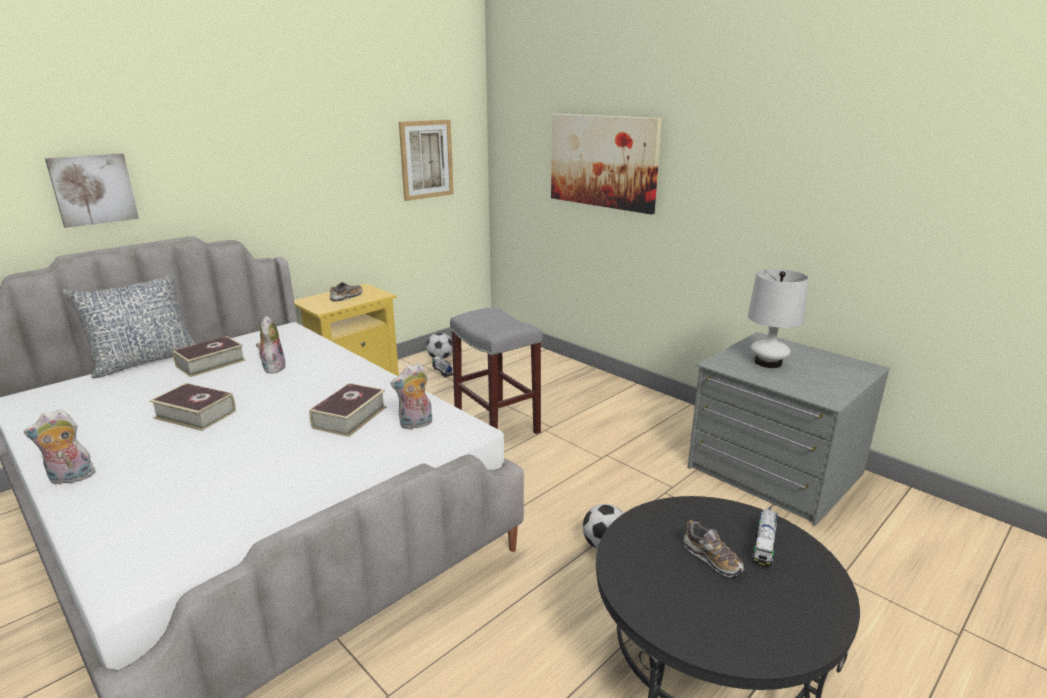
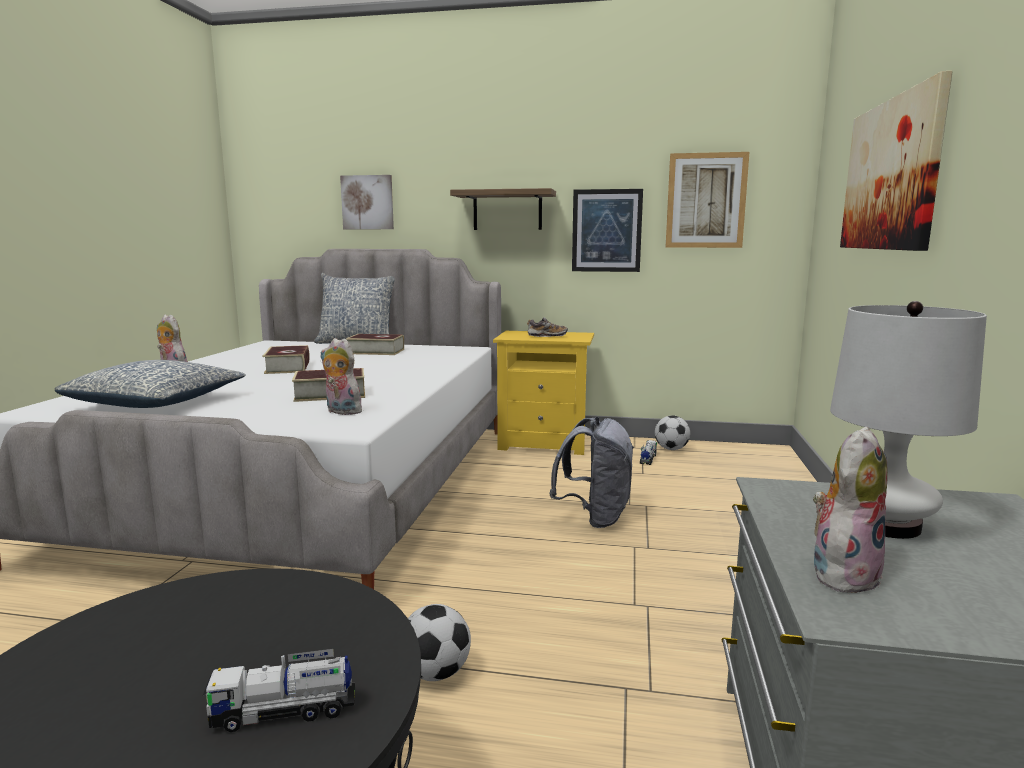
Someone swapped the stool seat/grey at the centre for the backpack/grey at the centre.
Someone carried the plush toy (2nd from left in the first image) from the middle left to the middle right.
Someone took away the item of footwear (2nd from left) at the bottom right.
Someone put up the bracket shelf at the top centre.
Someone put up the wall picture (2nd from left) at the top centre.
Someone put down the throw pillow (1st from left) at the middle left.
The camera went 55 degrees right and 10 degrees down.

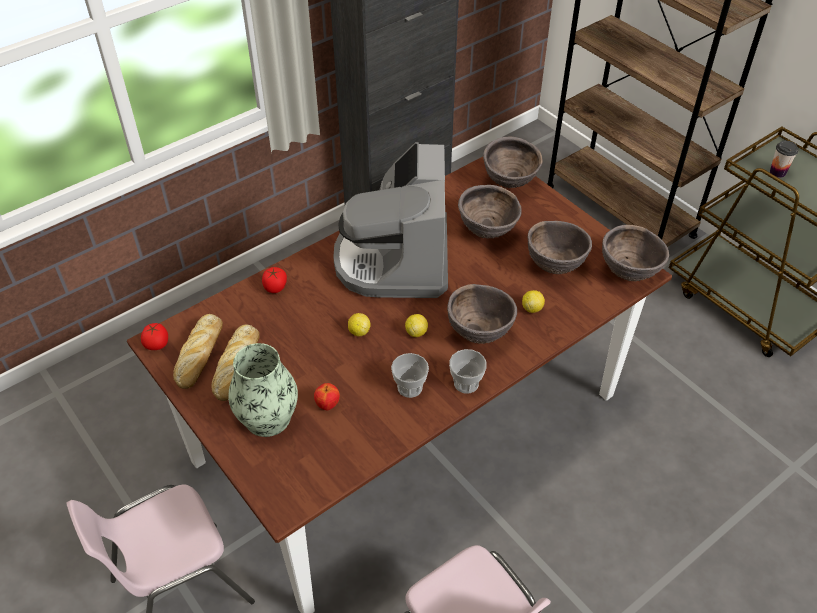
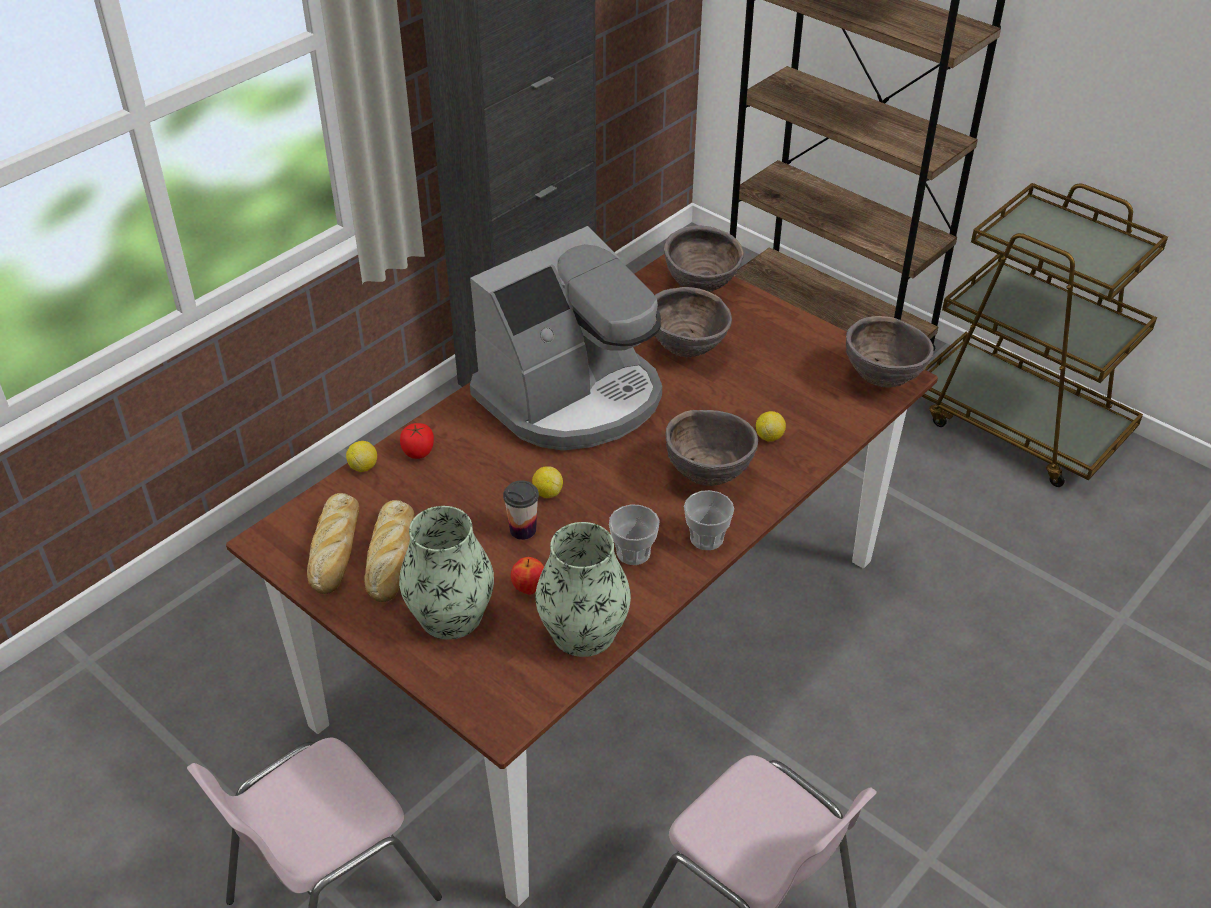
Someone carried the small cup (3rd from left in the first image) from the top right to the centre.
Someone rotated the coffee machine at the centre by 120 degrees counterclockwise.
Someone took away the serving bowl/brownish (4th from left) at the middle right.
Someone carried the whole lemon (2nd from left in the first image) from the centre to the middle left.
Someone took away the fresh tomato (1st from left) at the middle left.
Someone put down the flower vase (2nd from left) at the centre.
The camera went 10 degrees left and 5 degrees down.

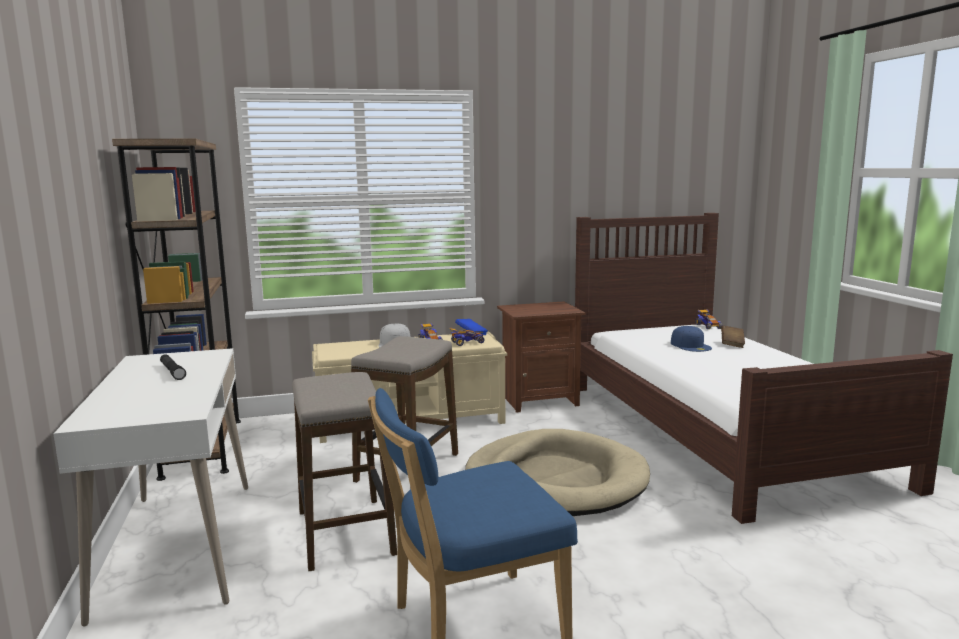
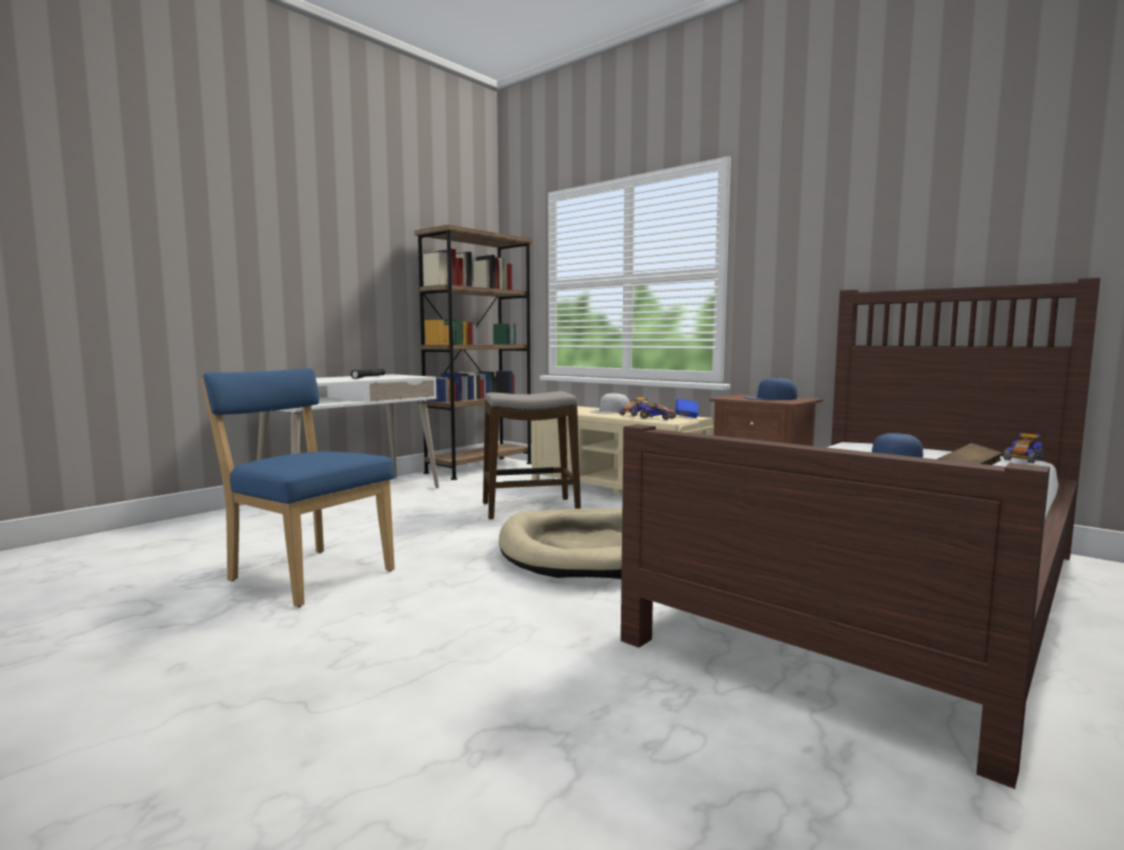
Someone took away the stool seat (1st from left) at the bottom centre.
Someone put down the cap/blue-coloured (1st from left) at the middle right.
The camera went 55 degrees right and 5 degrees down.

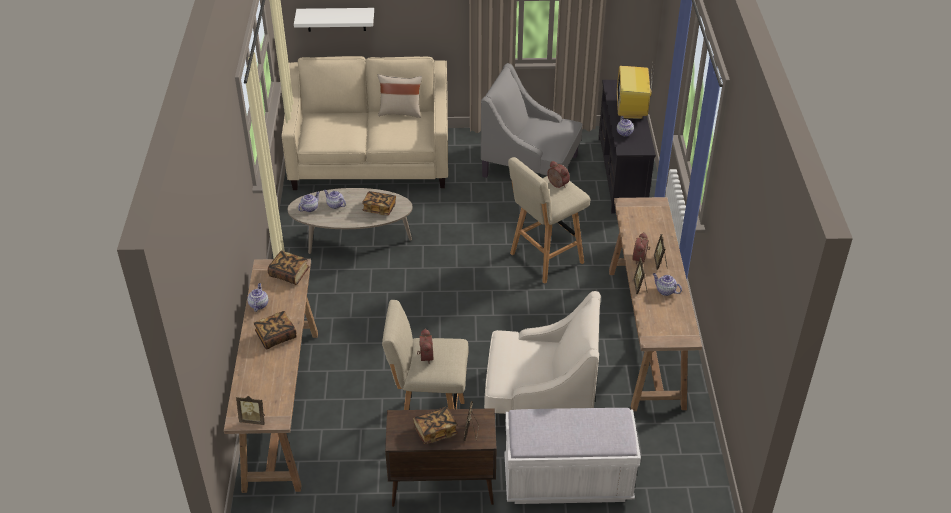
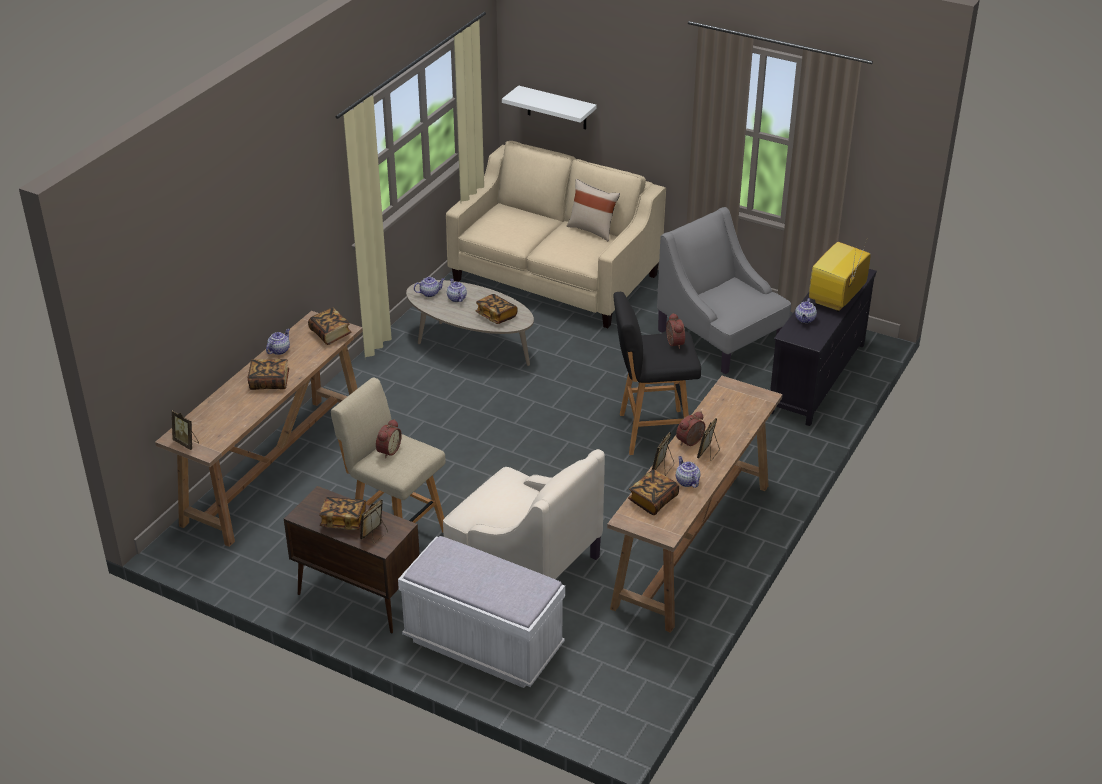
Someone repainted the stool seat/beige-coloured (2nd from left) at the centre, which became the stool seat/blackish at the centre.
Someone put down the bound book (5th from left) at the centre.
The camera went 30 degrees right and 5 degrees down.

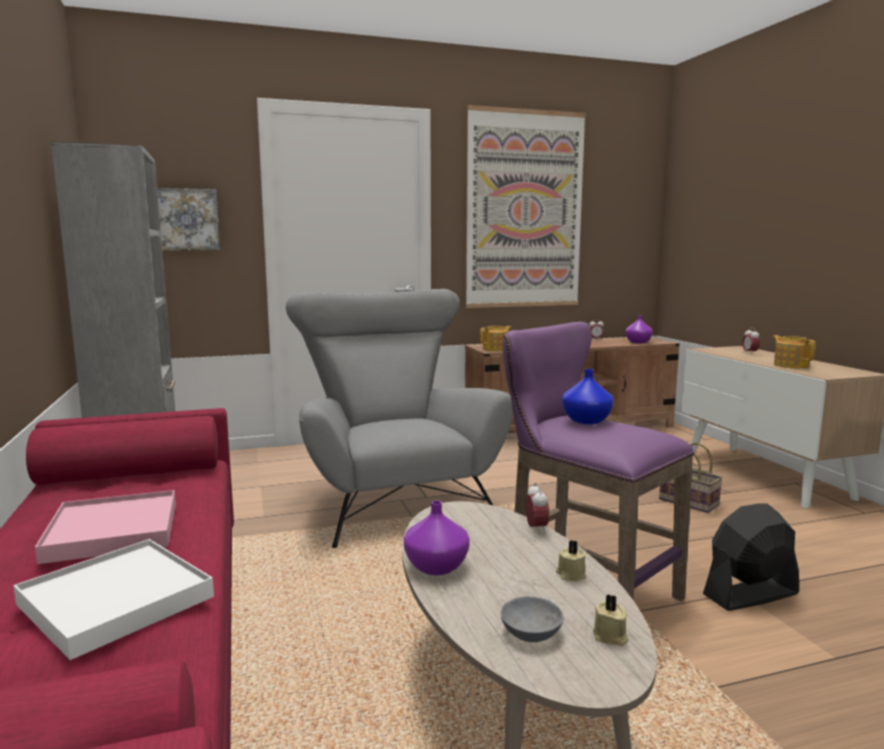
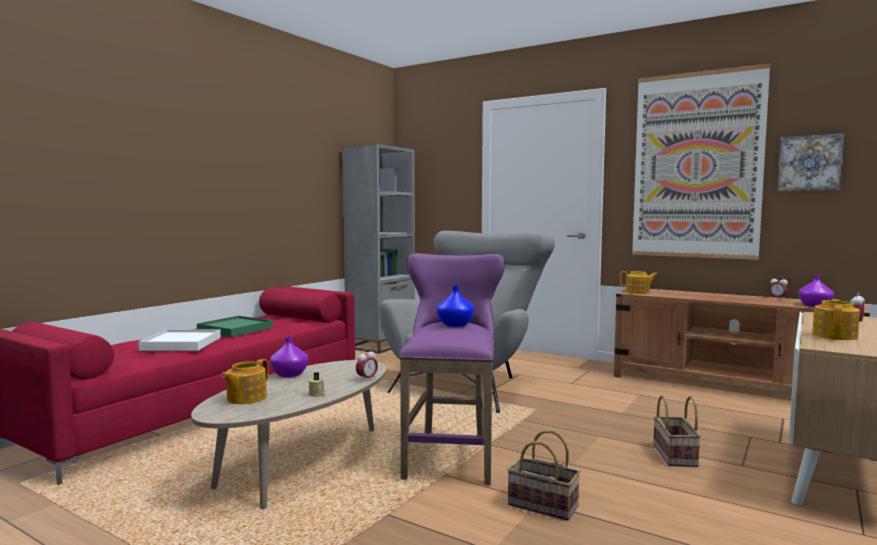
Someone carried the wall picture (1st from left in the first image) from the top left to the top right.
Someone repainted the carrying tray/pink-coloured at the bottom left, which became the carrying tray/greenish at the middle left.
Someone swapped the cooling fan/blackish at the bottom right for the household basket (1st from left) at the bottom centre.
Someone took away the candle/beige-coloured (2nd from left) at the bottom right.
Someone swapped the serving bowl/grey at the bottom centre for the teapot (1st from left) at the bottom left.
The camera went 50 degrees right and 5 degrees down.

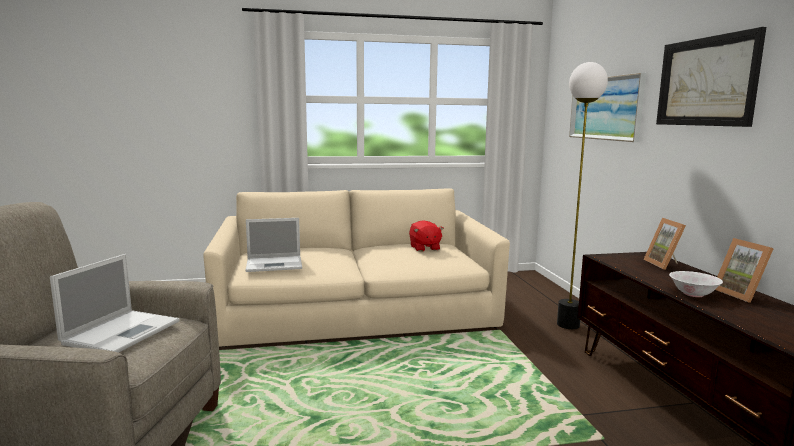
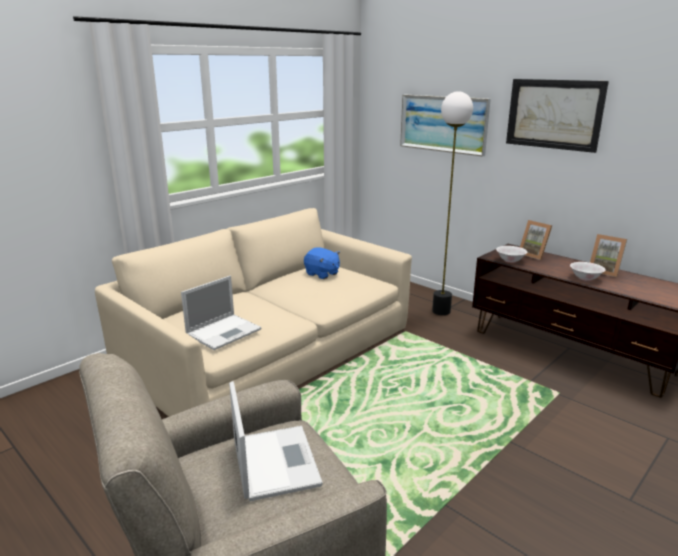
Someone repainted the plush toy/red at the centre, which became the plush toy/blue-coloured at the centre.
Someone put down the serving bowl/white (1st from left) at the middle right.
The camera went 35 degrees left and 10 degrees up.

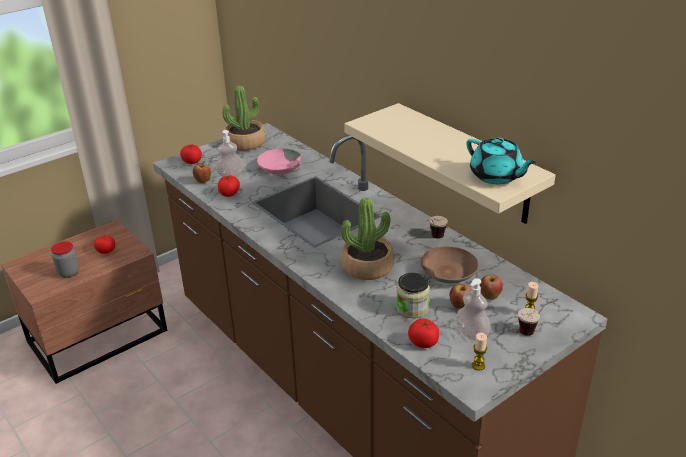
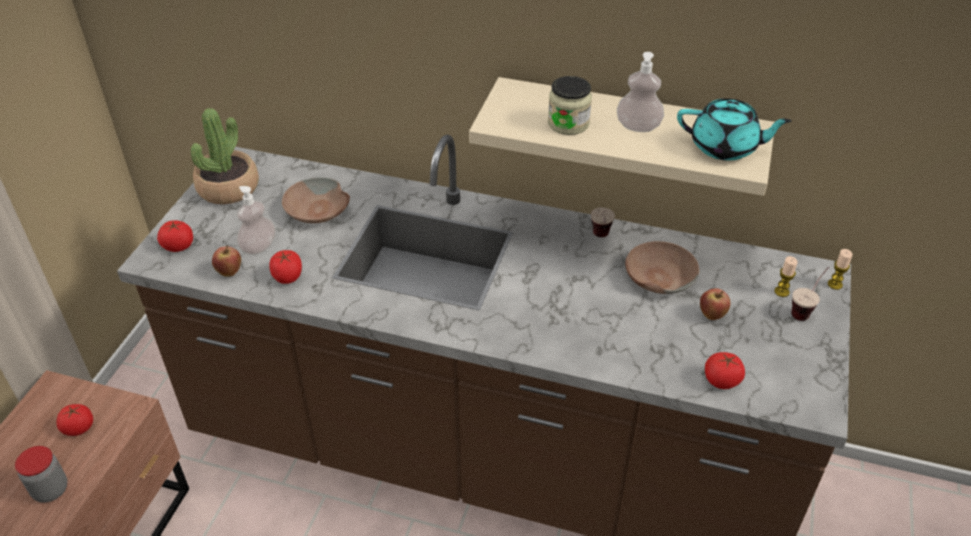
Someone repainted the serving bowl/pink-coloured at the centre, which became the serving bowl/brownish (1st from left) at the middle left.
Someone took away the potted plant (2nd from left) at the centre.
Someone carried the preserve jar (2nd from left) from the centre to the top centre.
Someone took away the whole apple (3rd from left) at the middle right.
Someone carried the soap dispenser (2nd from left) from the bottom right to the top centre.
Someone carried the candle (1st from left in the first image) from the bottom right to the middle right.
The camera went 35 degrees left and 10 degrees up.

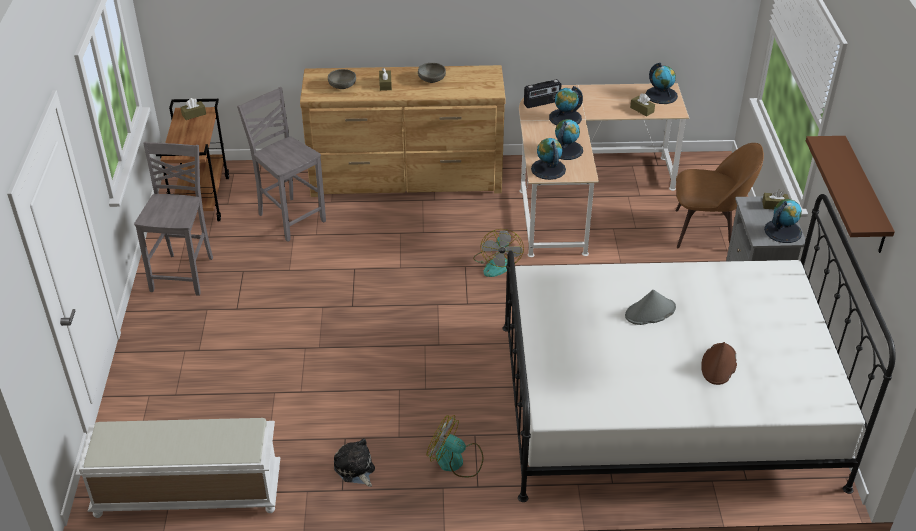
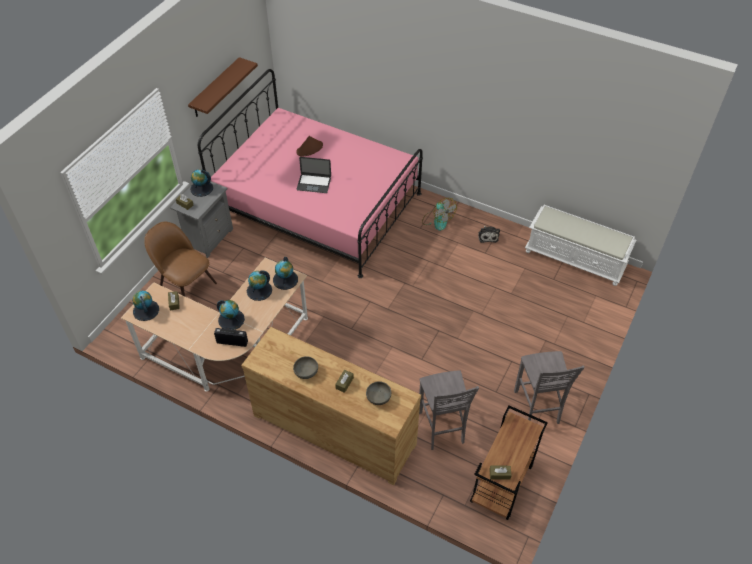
Someone rotated the chair/grey (1st from left in the first image) at the middle left by 45 degrees counterclockwise.
Someone repainted the bedroom bed/white at the middle right, which became the bedroom bed/pink-coloured at the top centre.
Someone took away the cooling fan (2nd from left) at the centre.
Someone swapped the clothing hat/grey at the middle right for the portable computer at the top centre.
The camera went 150 degrees left and 10 degrees up.

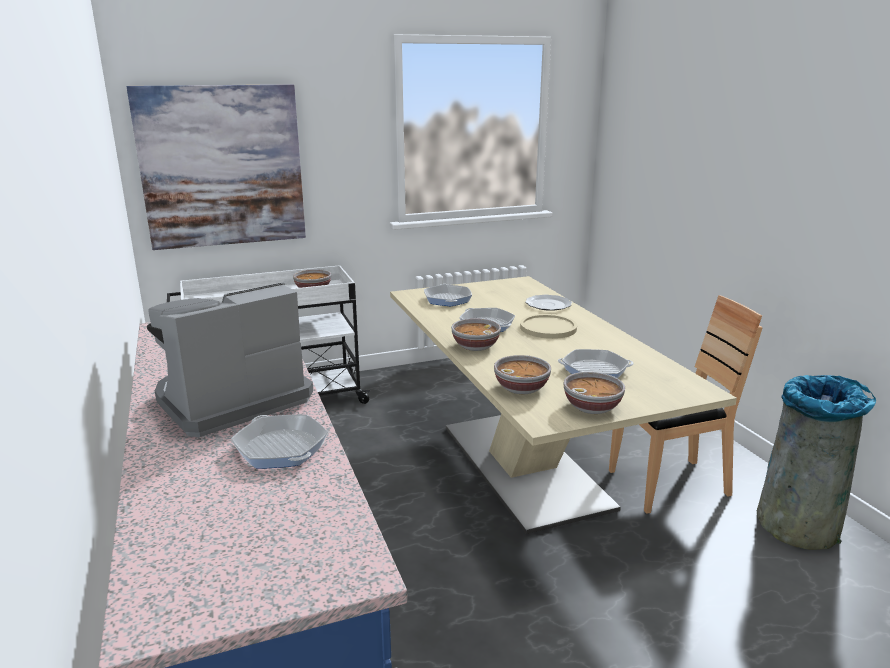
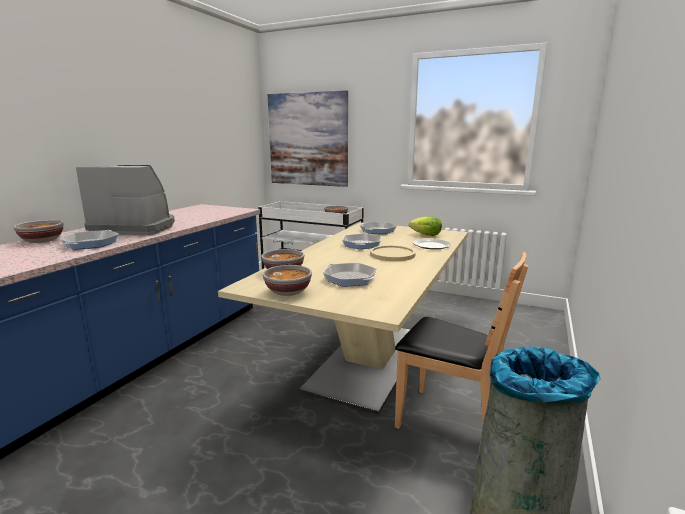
Someone carried the serving bowl (2nd from left in the first image) from the centre to the middle left.
Someone put down the lettuce at the centre.
The camera went 45 degrees right and 5 degrees down.

